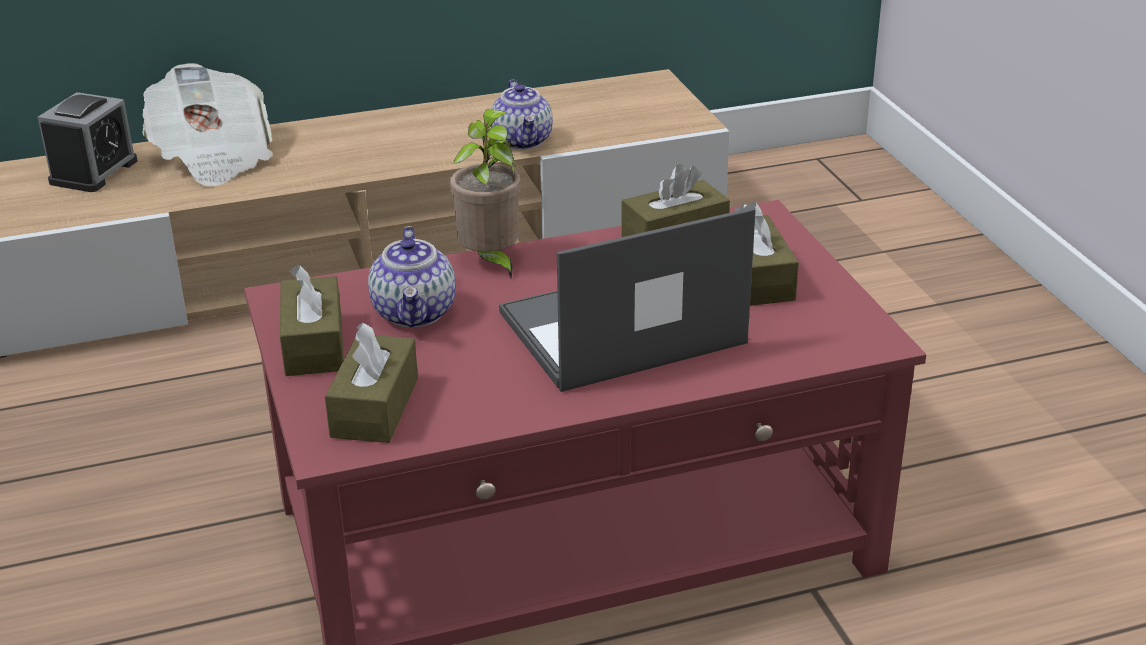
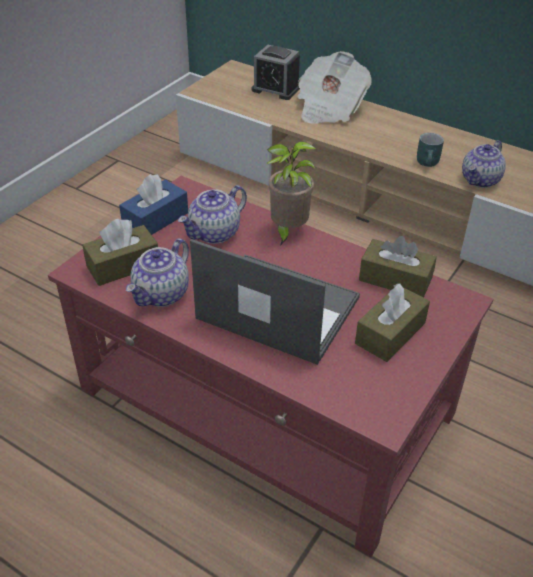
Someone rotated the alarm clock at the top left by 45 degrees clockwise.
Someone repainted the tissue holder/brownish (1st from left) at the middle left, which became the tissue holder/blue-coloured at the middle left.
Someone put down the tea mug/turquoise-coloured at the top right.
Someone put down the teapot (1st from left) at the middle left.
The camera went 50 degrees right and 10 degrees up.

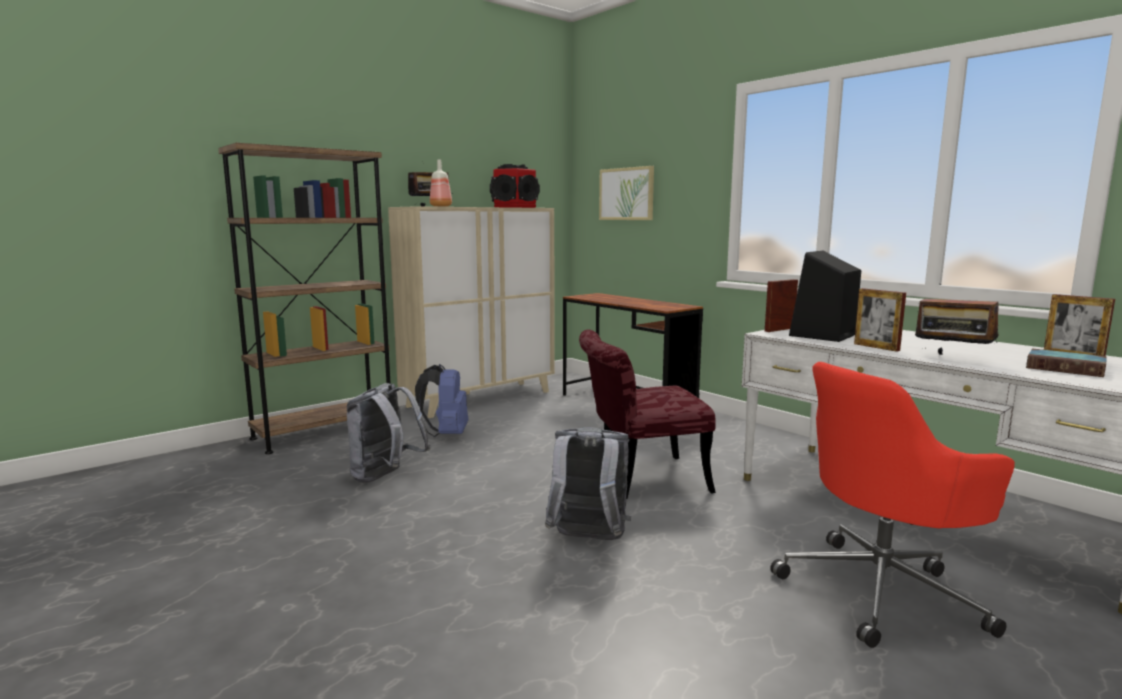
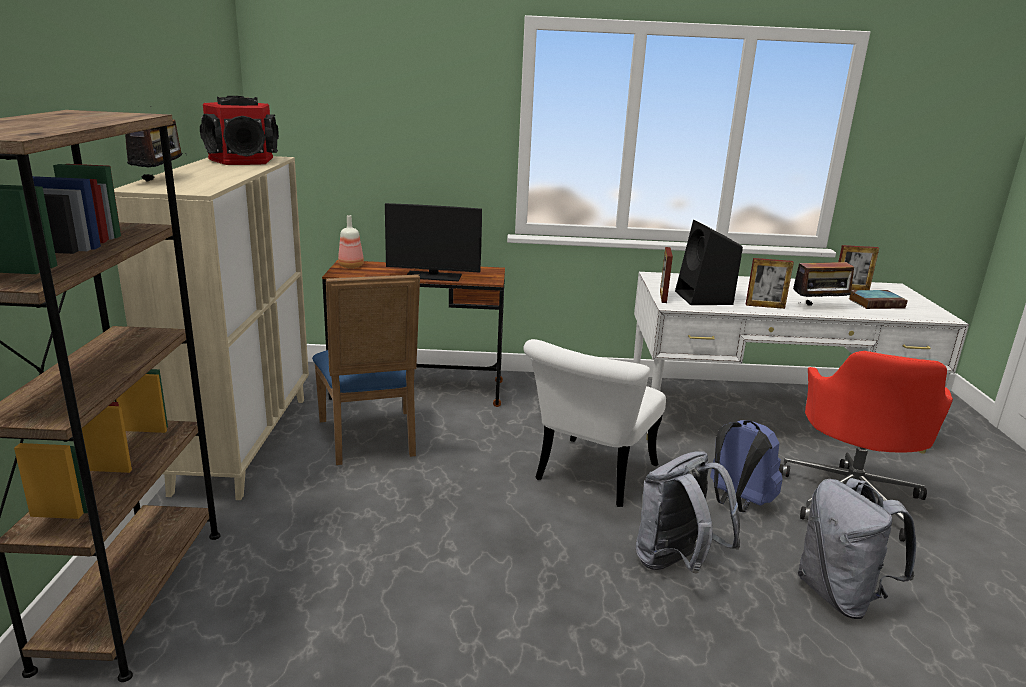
Someone carried the bottle from the top centre to the centre.
Someone took away the wall picture at the top centre.
Someone repainted the chair/red at the centre, which became the chair/white at the centre.
Someone carried the backpack/blue-coloured from the centre to the bottom right.
Someone carried the backpack/grey (1st from left in the first image) from the centre to the bottom right.
Someone put down the monitor at the centre.
Someone put down the chair/blue-coloured at the centre.
The camera went 50 degrees left and 10 degrees up.

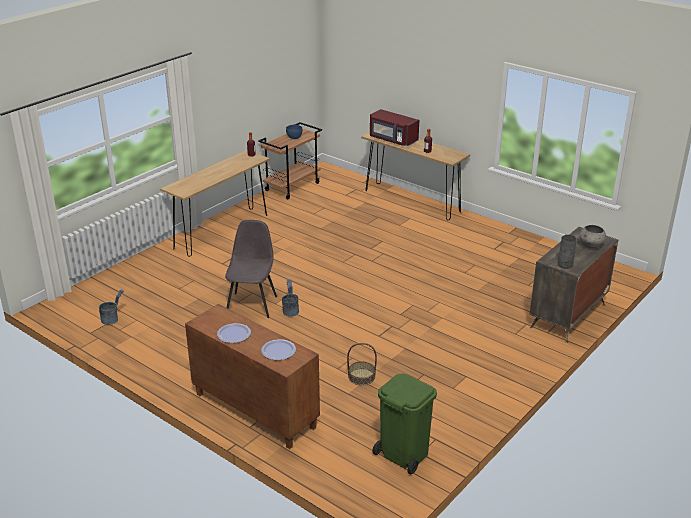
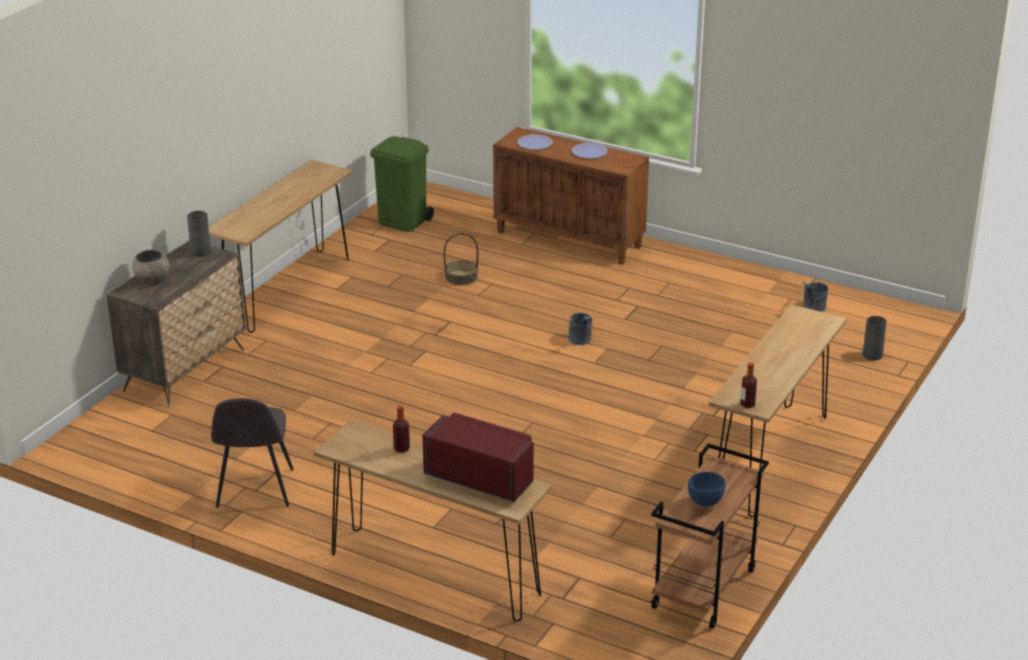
Someone carried the chair/grey from the centre to the bottom left.
Someone put down the hall table/brownish (1st from left) at the middle left.
Someone put down the flower vase/grey (2nd from left) at the middle right.
The camera went 170 degrees right and 0 degrees up.

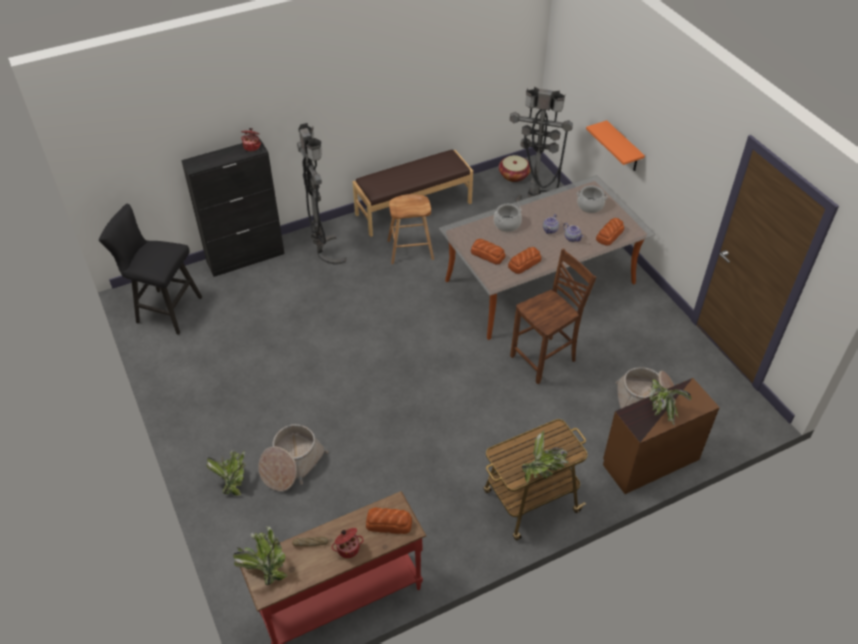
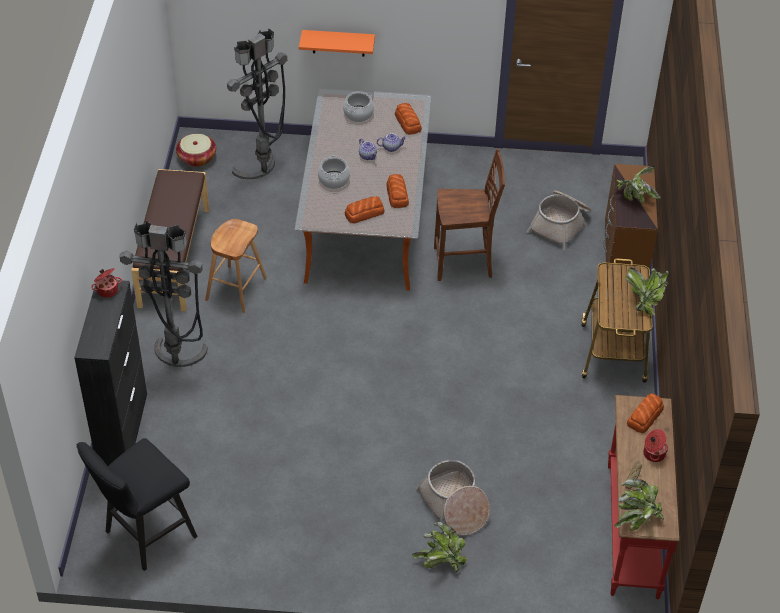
Someone rotated the chair/brownish at the centre by 90 degrees clockwise.
The camera went 60 degrees left and 0 degrees up.

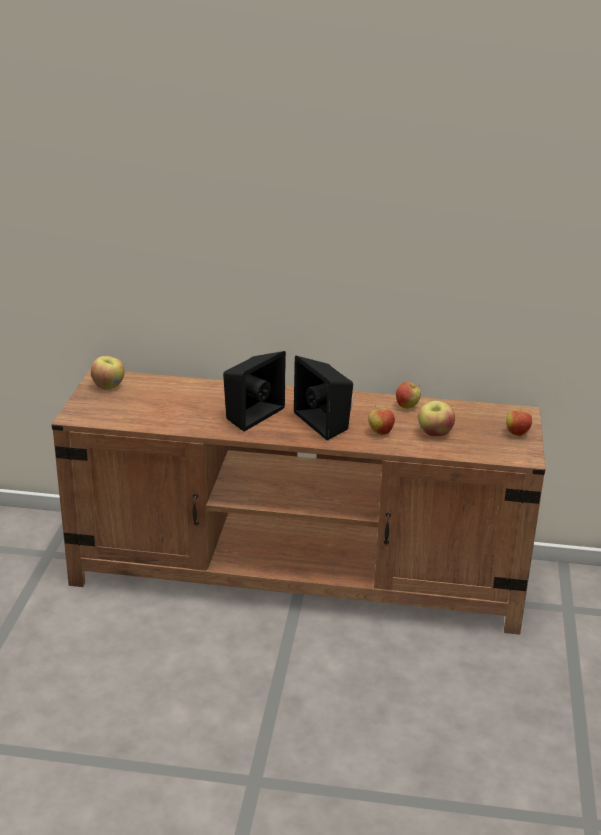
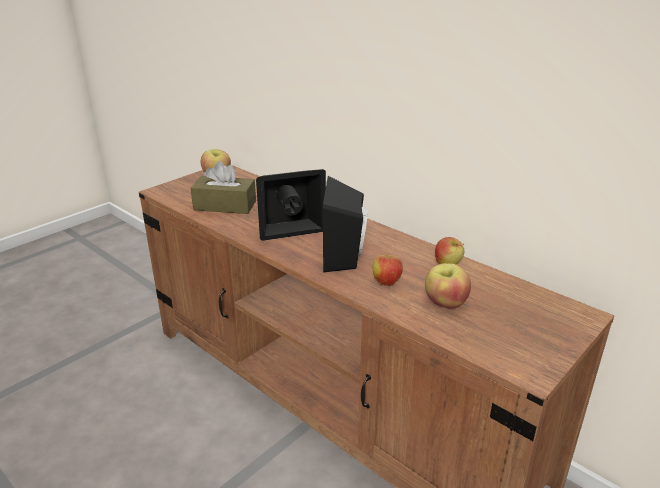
Someone took away the whole apple (5th from left) at the middle right.
Someone put down the tissue holder/brownish at the centre.
The camera went 35 degrees right and 0 degrees up.

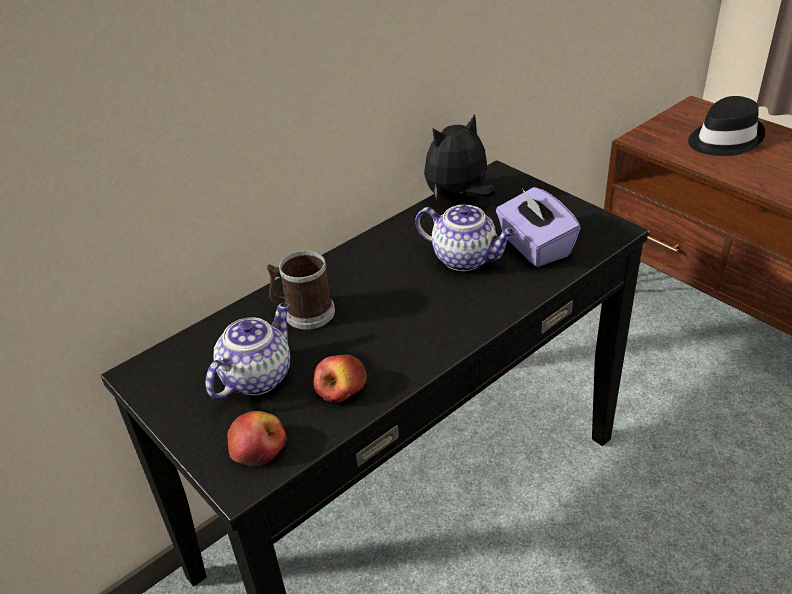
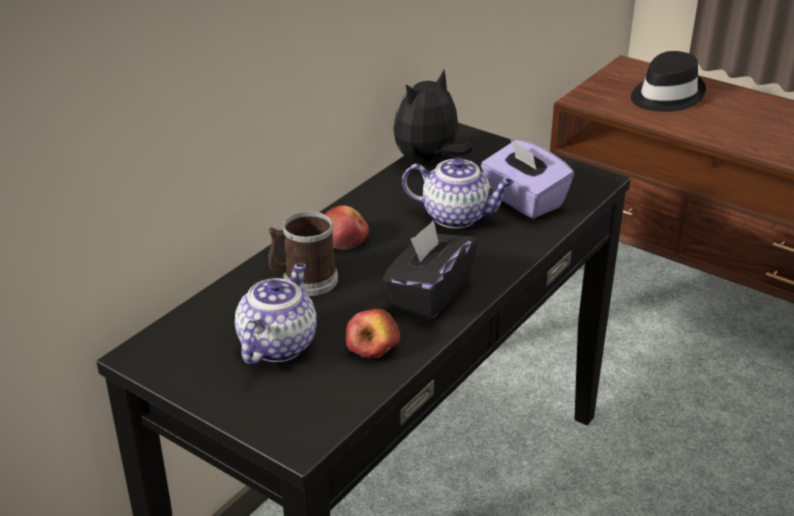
Someone carried the whole apple (1st from left) from the bottom left to the centre.
Someone put down the tissue holder/blackish at the centre.
The camera went 15 degrees left and 5 degrees down.

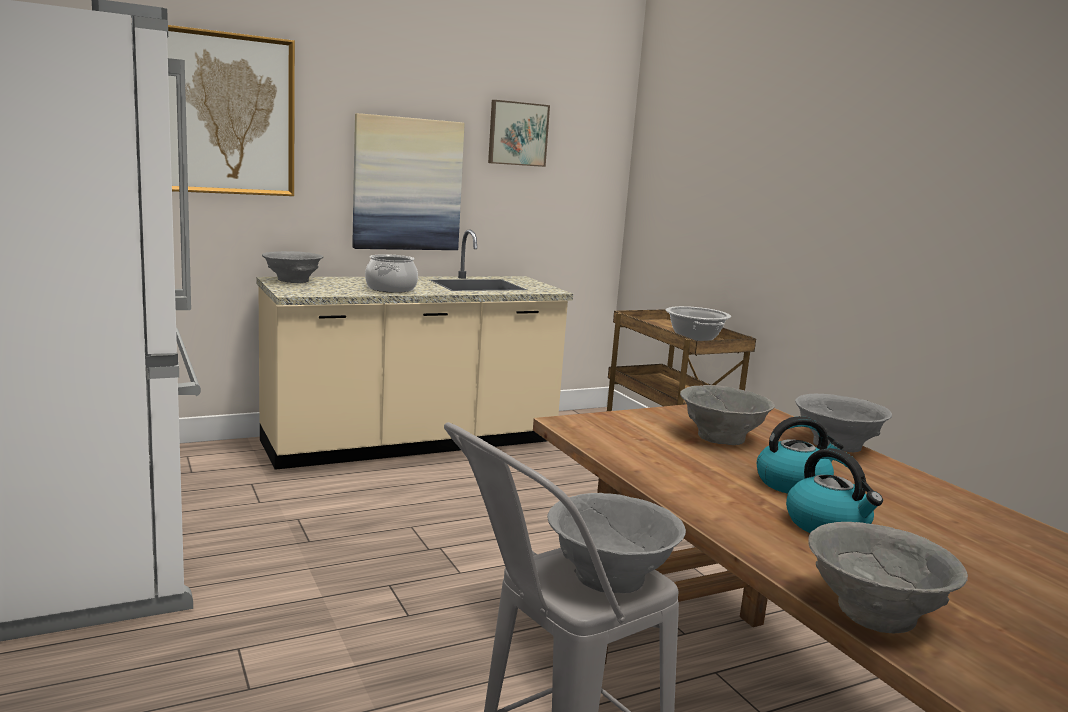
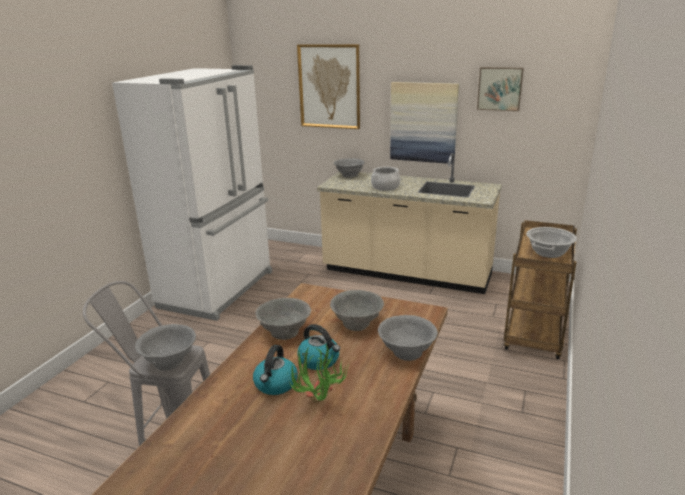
Someone carried the serving bowl/grey (5th from left in the first image) from the bottom right to the centre.
Someone put down the potted plant at the bottom centre.
The camera went 50 degrees right and 10 degrees up.

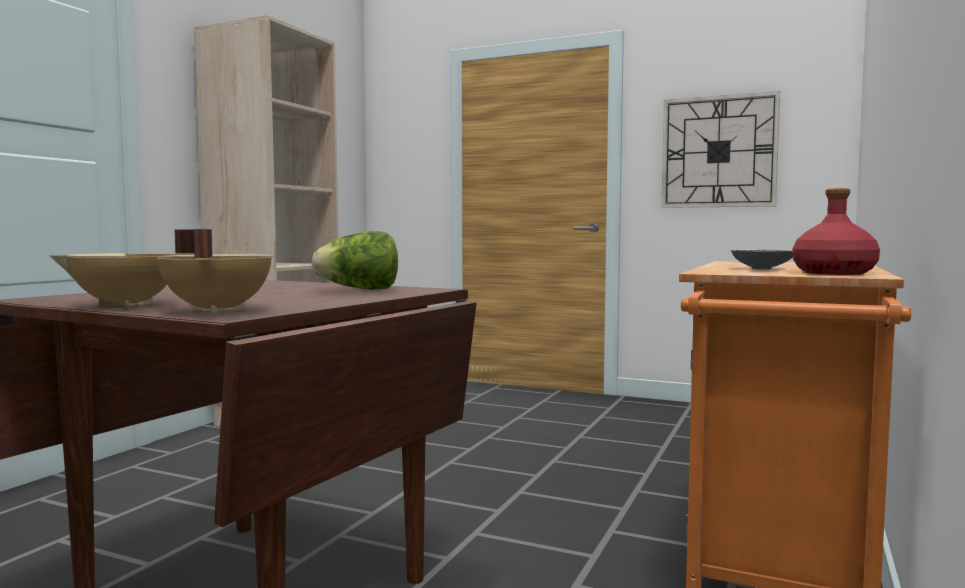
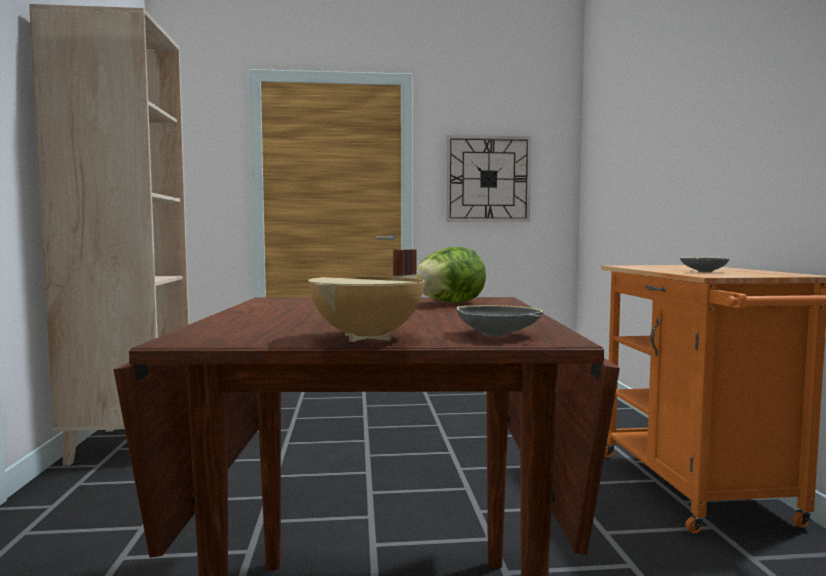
Someone took away the bottle/red at the middle right.
Someone swapped the cooking pot/beige-coloured (2nd from left) at the middle left for the serving bowl/grey (1st from left) at the centre.
The camera went 30 degrees left and 0 degrees up.

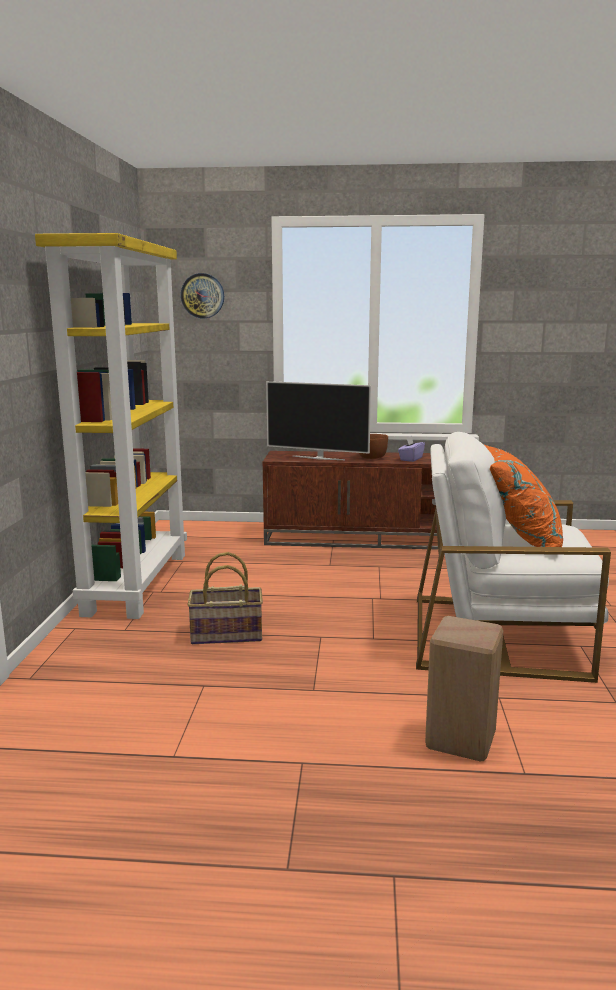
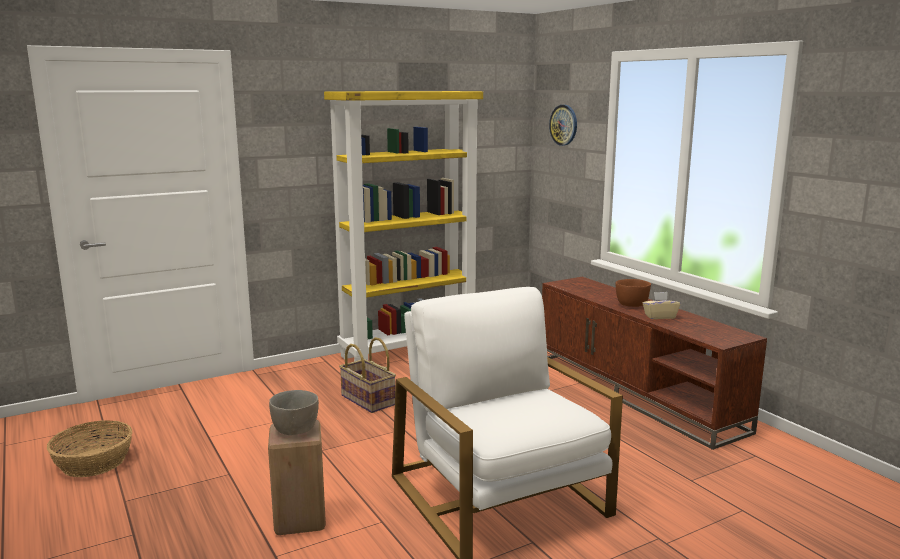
Someone took away the television at the centre.
Someone repainted the tissue holder/purple-coloured at the middle right, which became the tissue holder/beige-coloured at the middle right.
Someone took away the throw pillow/orangey at the middle right.
Someone put down the serving bowl/grey at the bottom left.
Someone put down the household basket (1st from left) at the bottom left.
The camera went 55 degrees right and 0 degrees up.

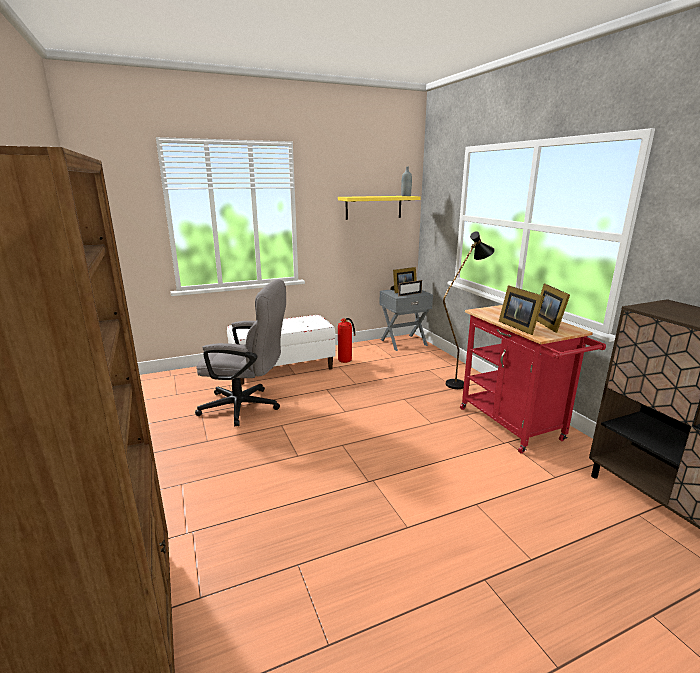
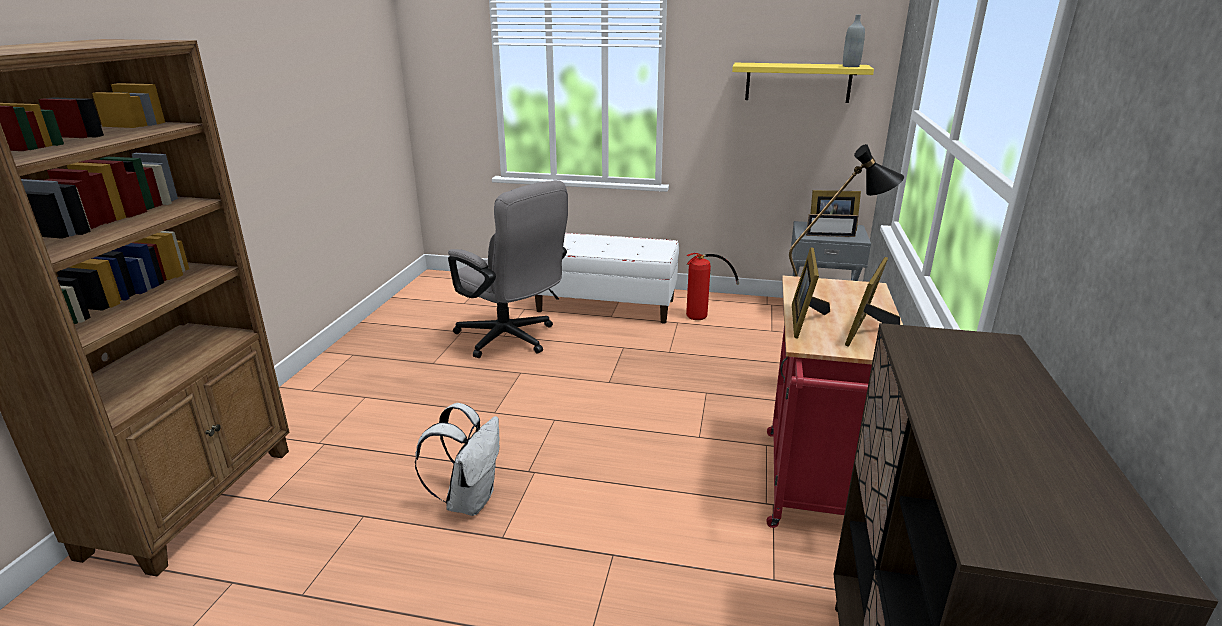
Someone put down the backpack/white at the bottom centre.
The camera went 35 degrees right and 5 degrees up.

